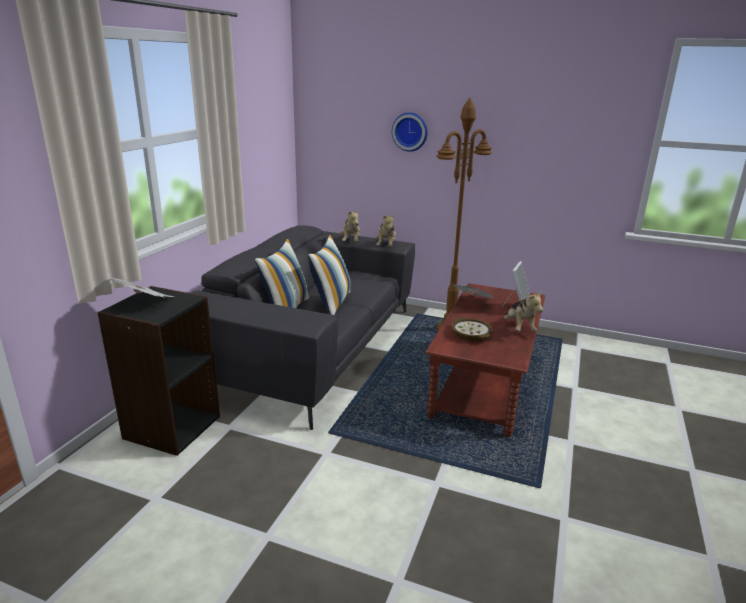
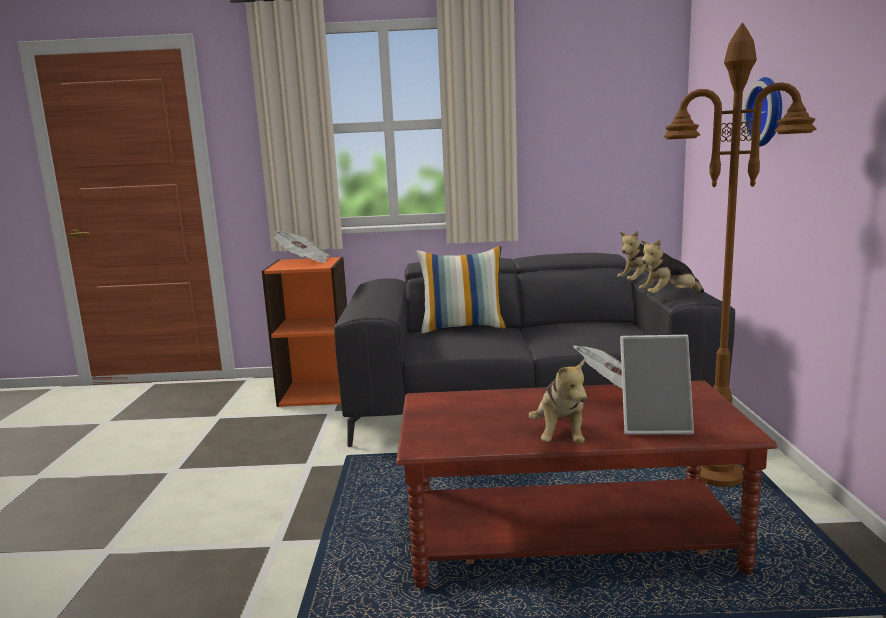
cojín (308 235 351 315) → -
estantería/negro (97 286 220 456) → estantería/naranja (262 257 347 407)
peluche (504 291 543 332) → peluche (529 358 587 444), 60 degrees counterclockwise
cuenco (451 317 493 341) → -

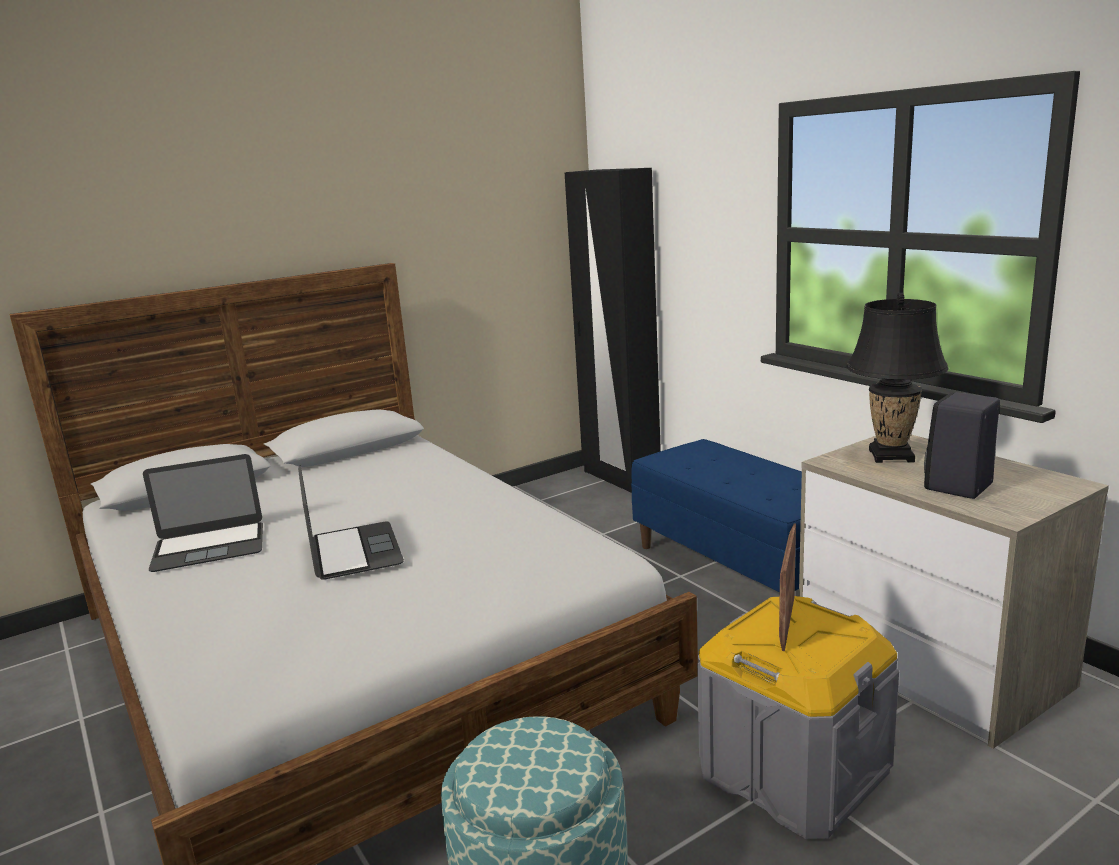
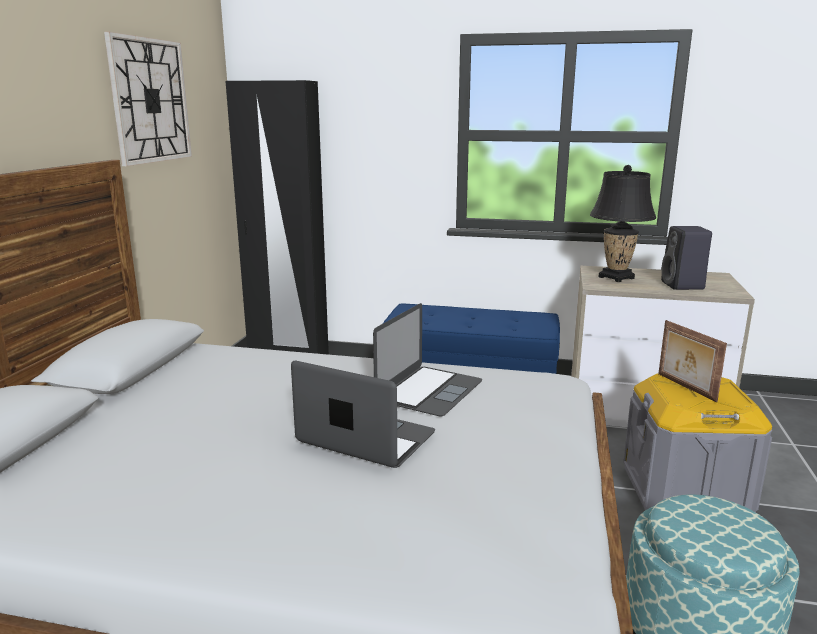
portátil (143 454 263 572) → portátil (373 303 482 417), shifted
- → reloj de pared (104 32 192 166)

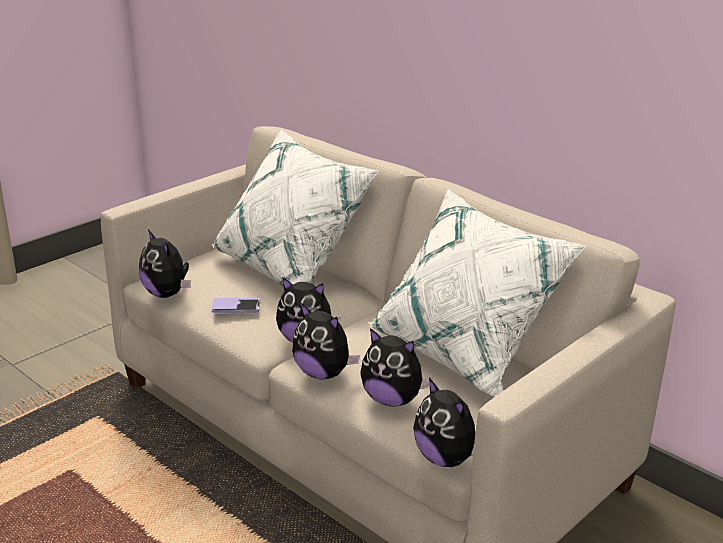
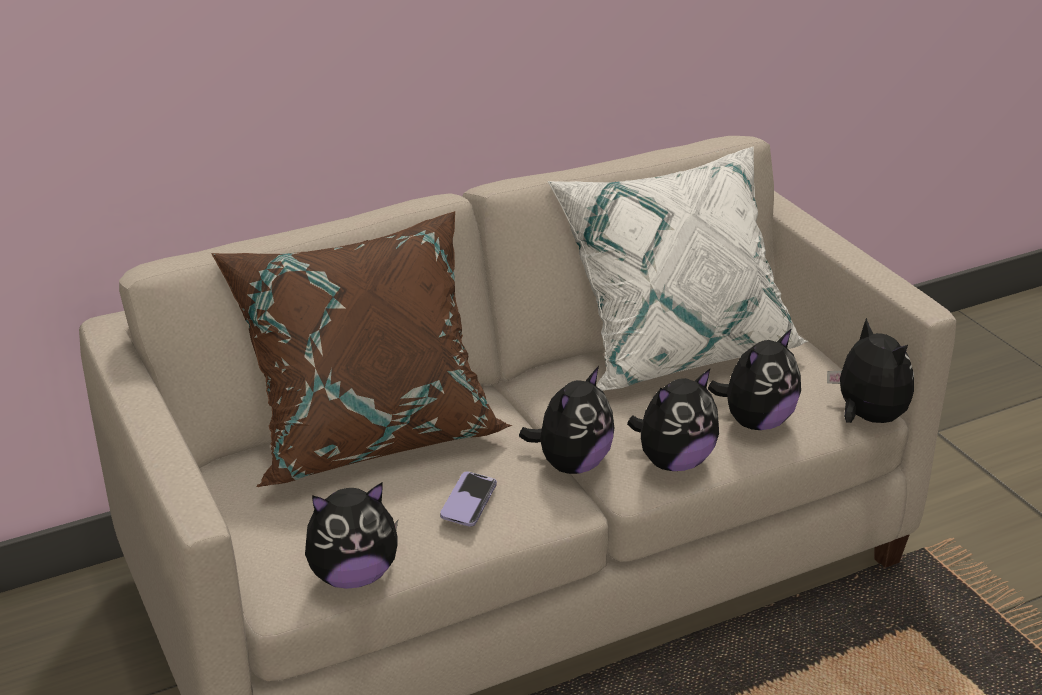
cojín/blanco (212 129 379 287) → cojín/marrón (211 211 512 487)
peluche (413 378 475 467) → peluche (827 318 914 423), 105 degrees counterclockwise

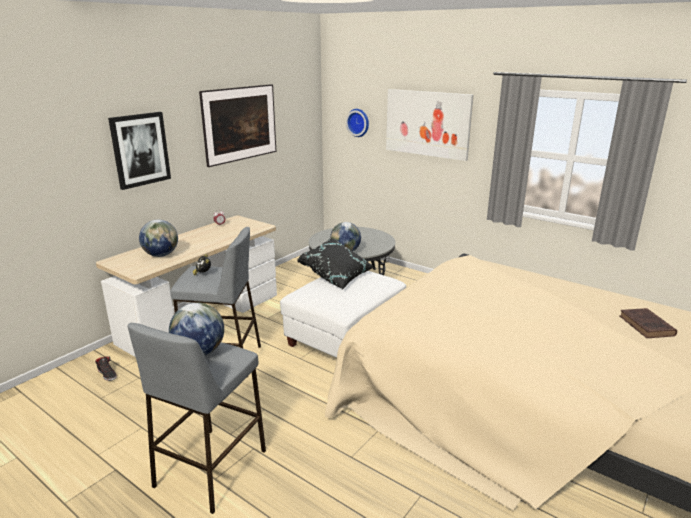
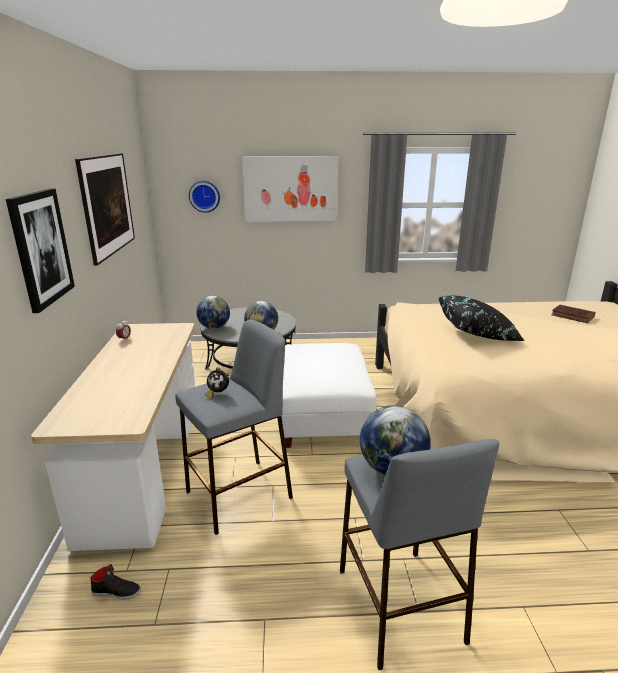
globo terráqueo (139 220 178 257) → globo terráqueo (196 296 230 329), shifted
cojín/negro (297 239 374 289) → cojín/negro (439 295 525 341), shifted

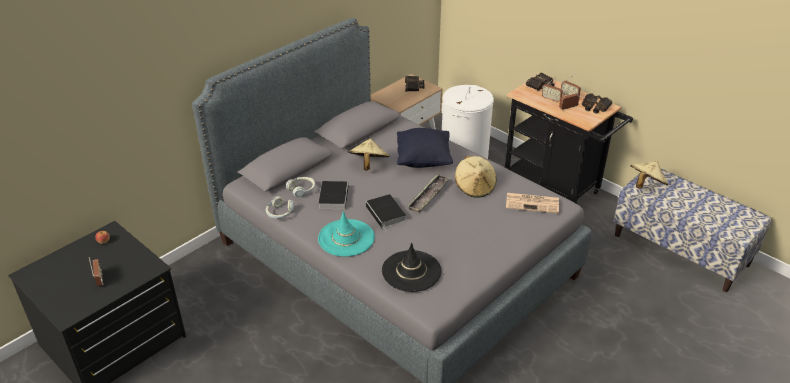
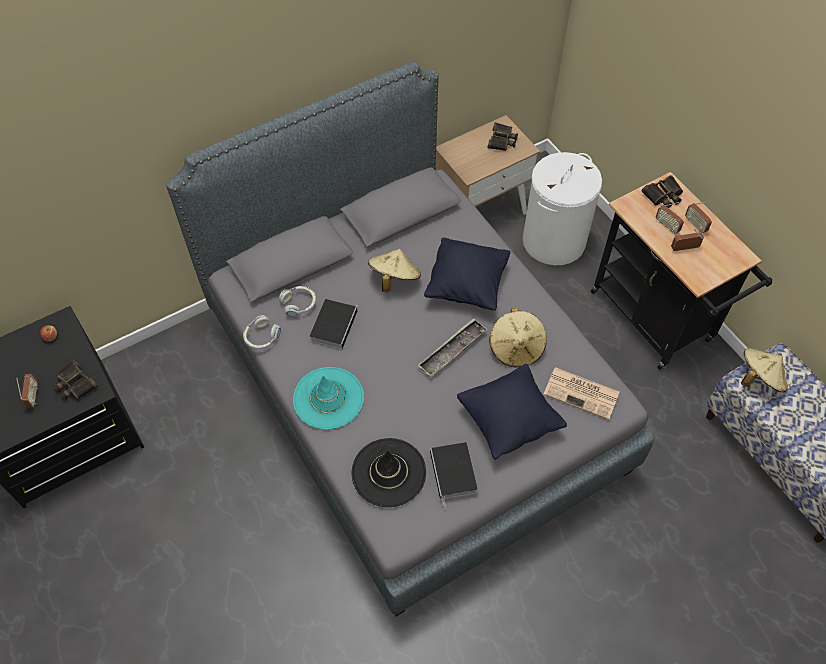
prismáticos (582 93 612 114) → prismáticos (54 360 98 400), shifted
libro (366 194 406 231) → libro (430 442 478 509), shifted
- → cojín/negro (457 364 567 460)

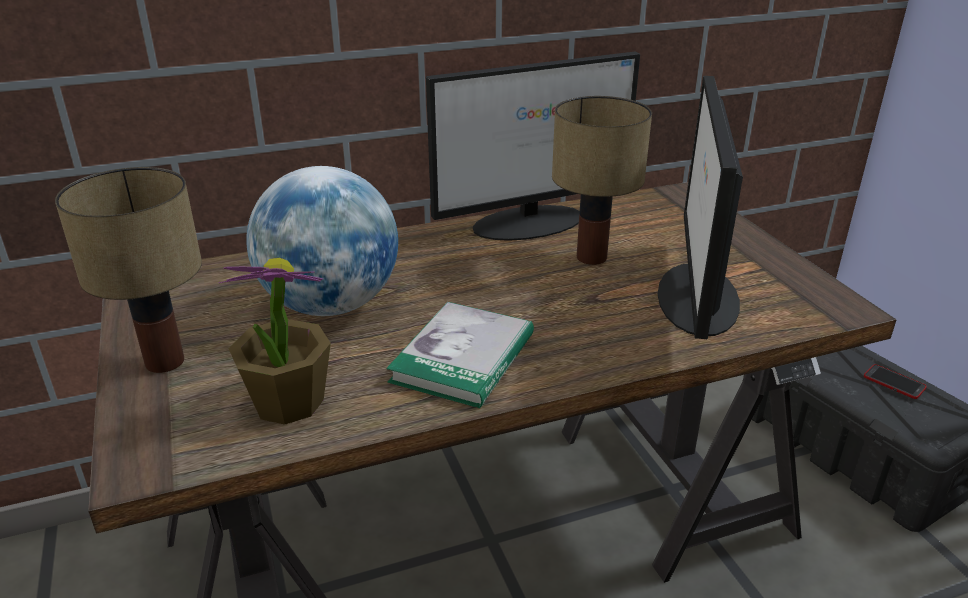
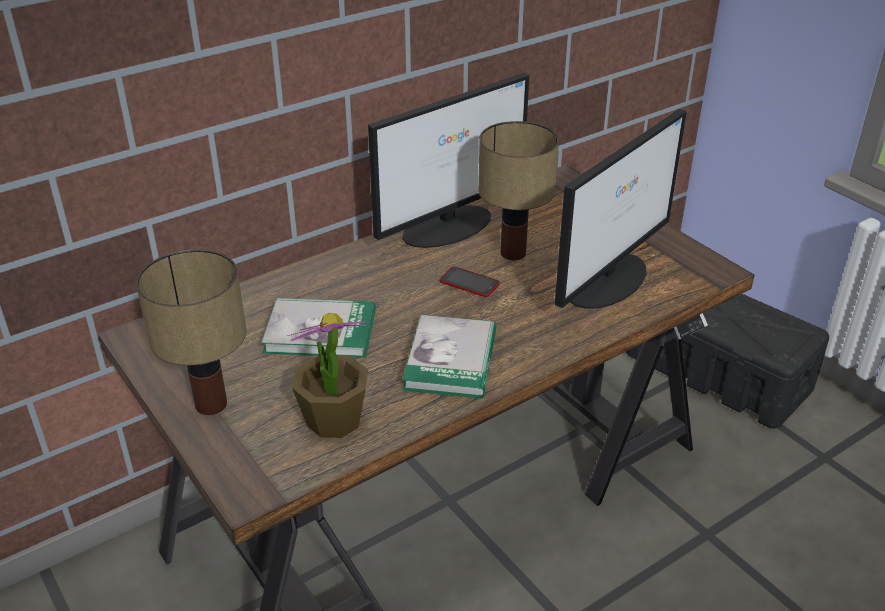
monitor (658 76 743 339) → monitor (555 109 687 309), 135 degrees counterclockwise
globo terráqueo (246 166 398 316) → libro (261 298 375 358)
móvil (864 364 927 399) → móvil (440 266 500 297), shifted

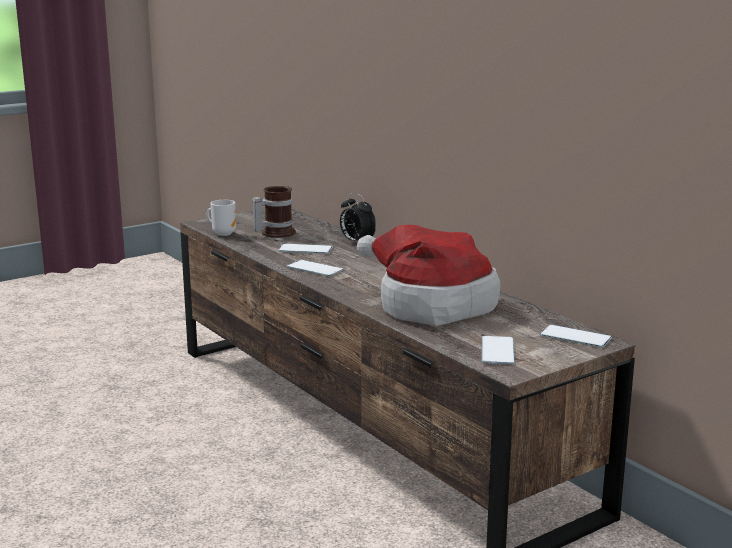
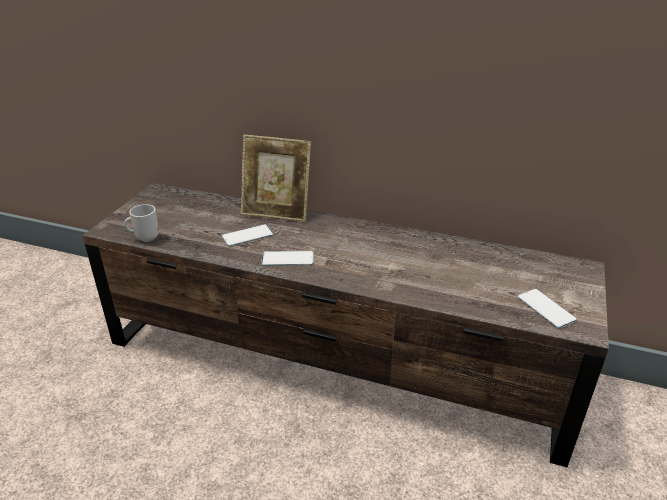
taza grande (252 186 296 238) → -
despertador (340 193 376 241) → portarretratos (241 134 311 222)
sombrero (357 225 500 326) → -
móvil (540 325 612 347) → -

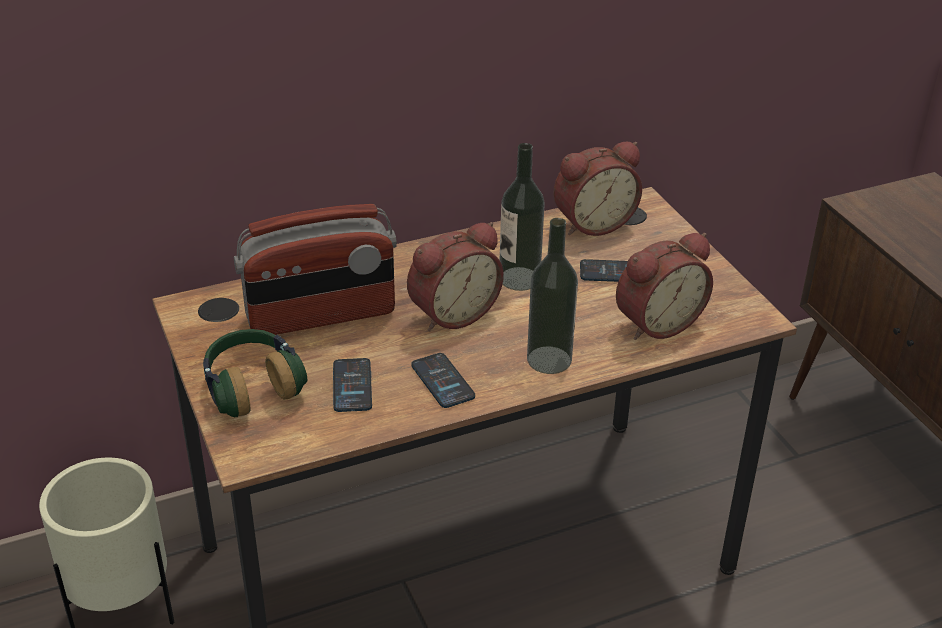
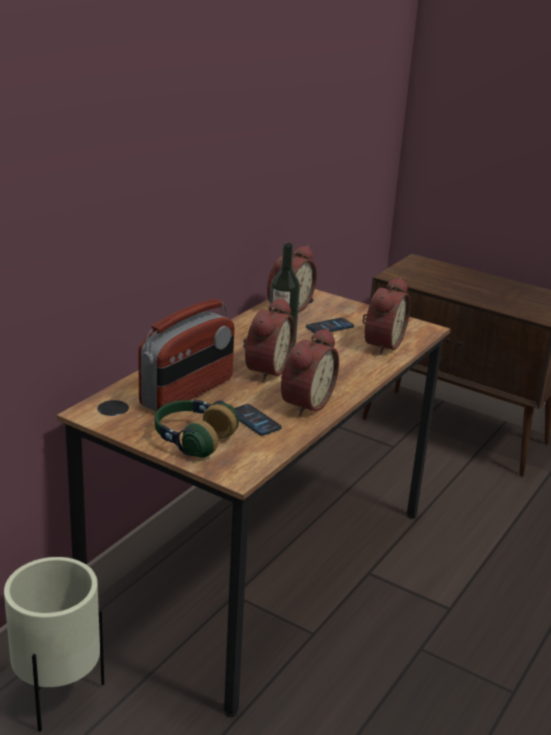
botella (527 218 578 374) → -
móvil (411 353 475 408) → despertador (281 328 339 417)

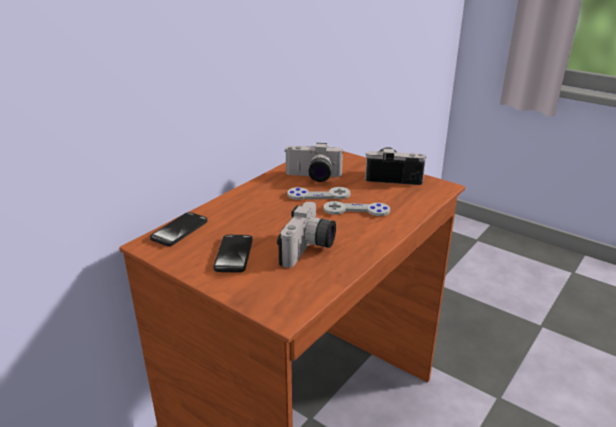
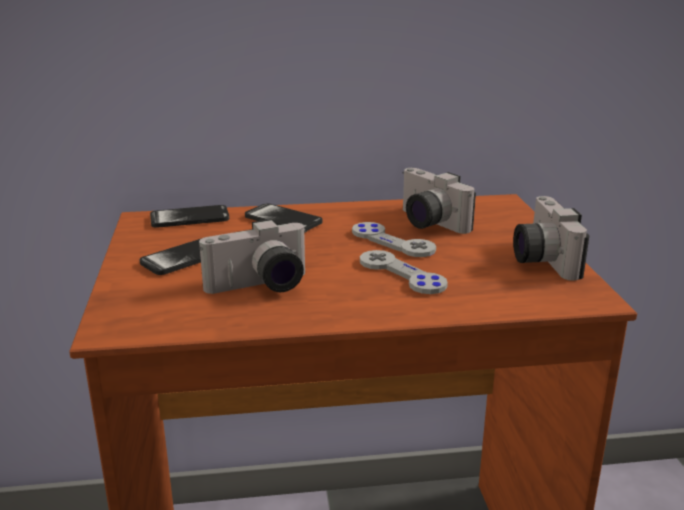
cámara (365 147 426 185) → cámara (513 196 589 281), 150 degrees counterclockwise
- → móvil (245 204 322 232)

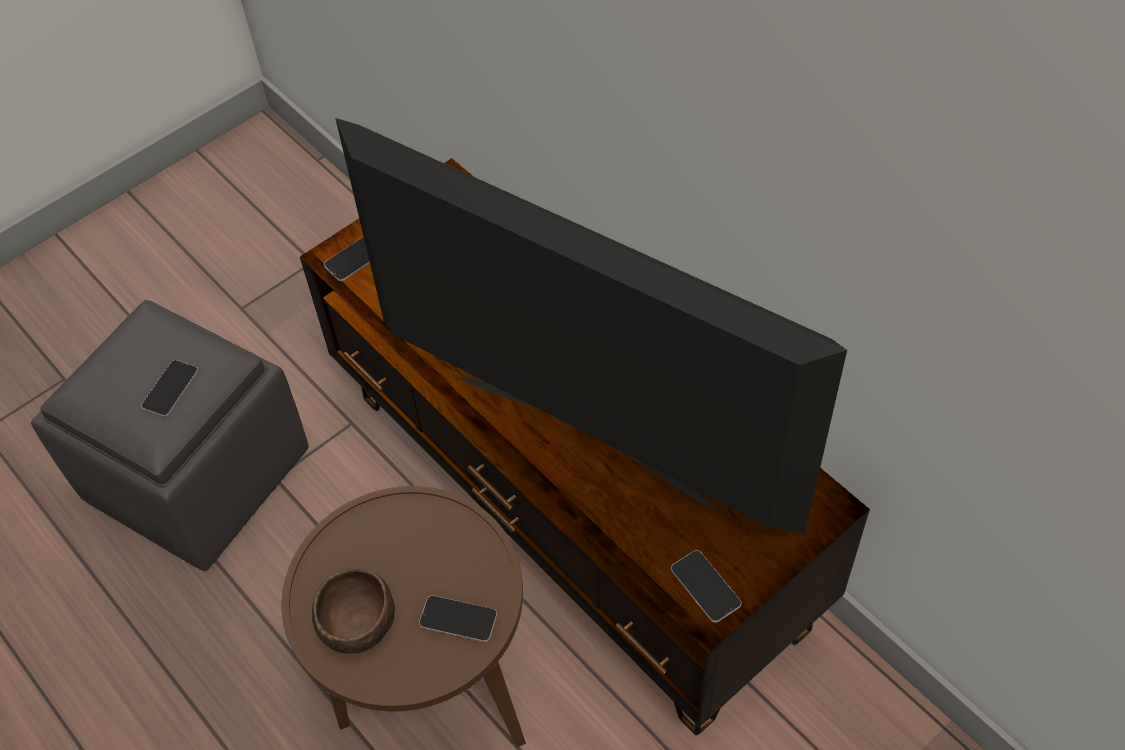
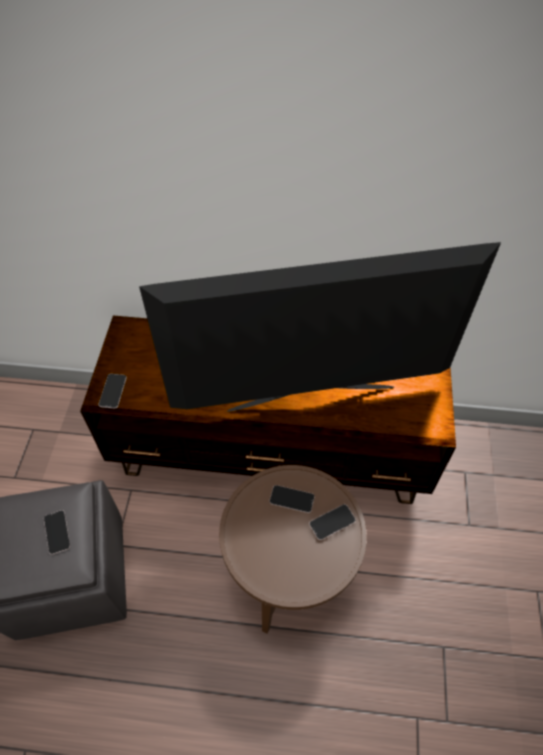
móvil (671 550 741 623) → móvil (270 485 315 513), shifted
cuenco/marrón (312 569 395 653) → -

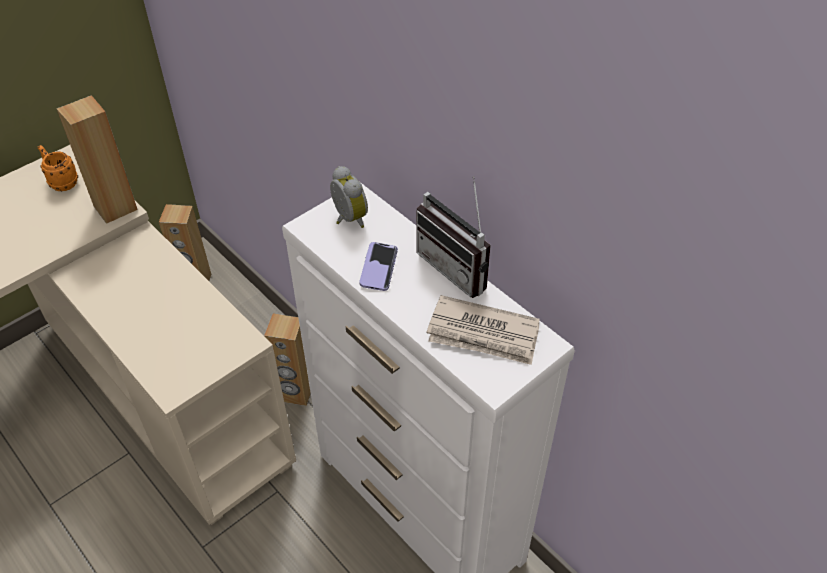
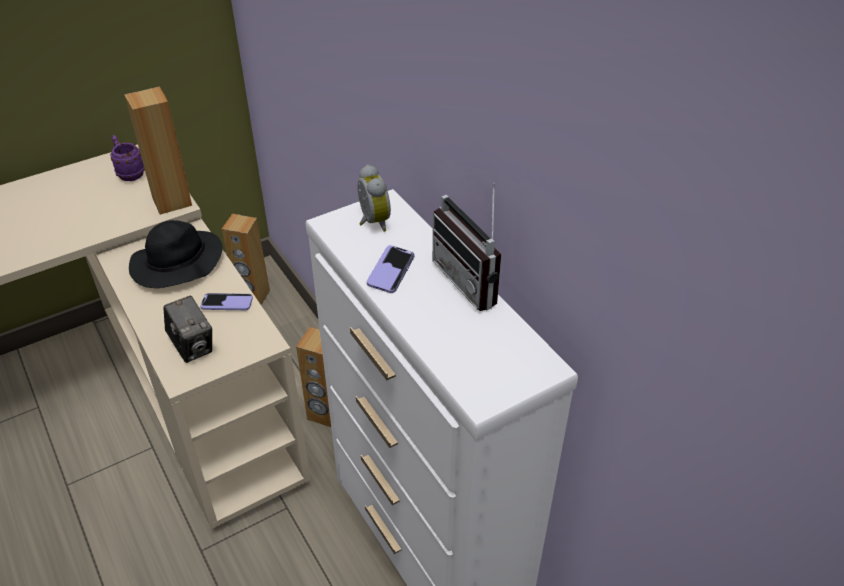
taza grande/naranja (38 145 78 191) → taza grande/morado (110 135 145 181)
periódico (427 295 540 365) → -
- → sombrero/negro (129 220 223 288)
- → móvil (200 293 253 310)
- → cámara (164 296 212 363)

